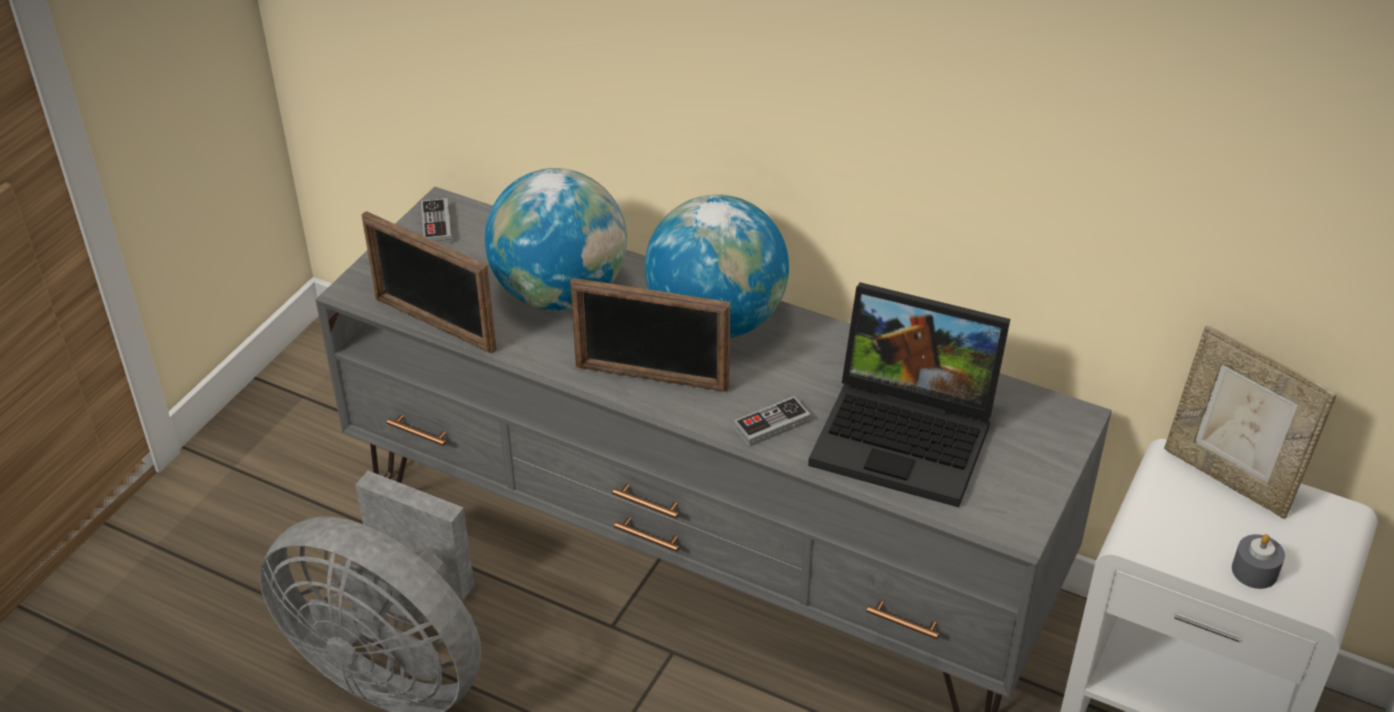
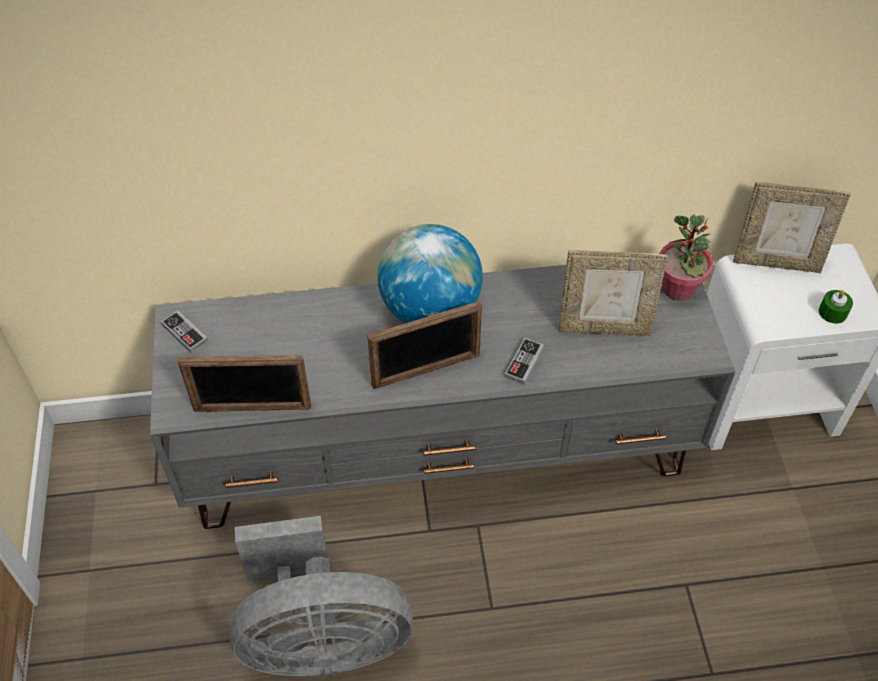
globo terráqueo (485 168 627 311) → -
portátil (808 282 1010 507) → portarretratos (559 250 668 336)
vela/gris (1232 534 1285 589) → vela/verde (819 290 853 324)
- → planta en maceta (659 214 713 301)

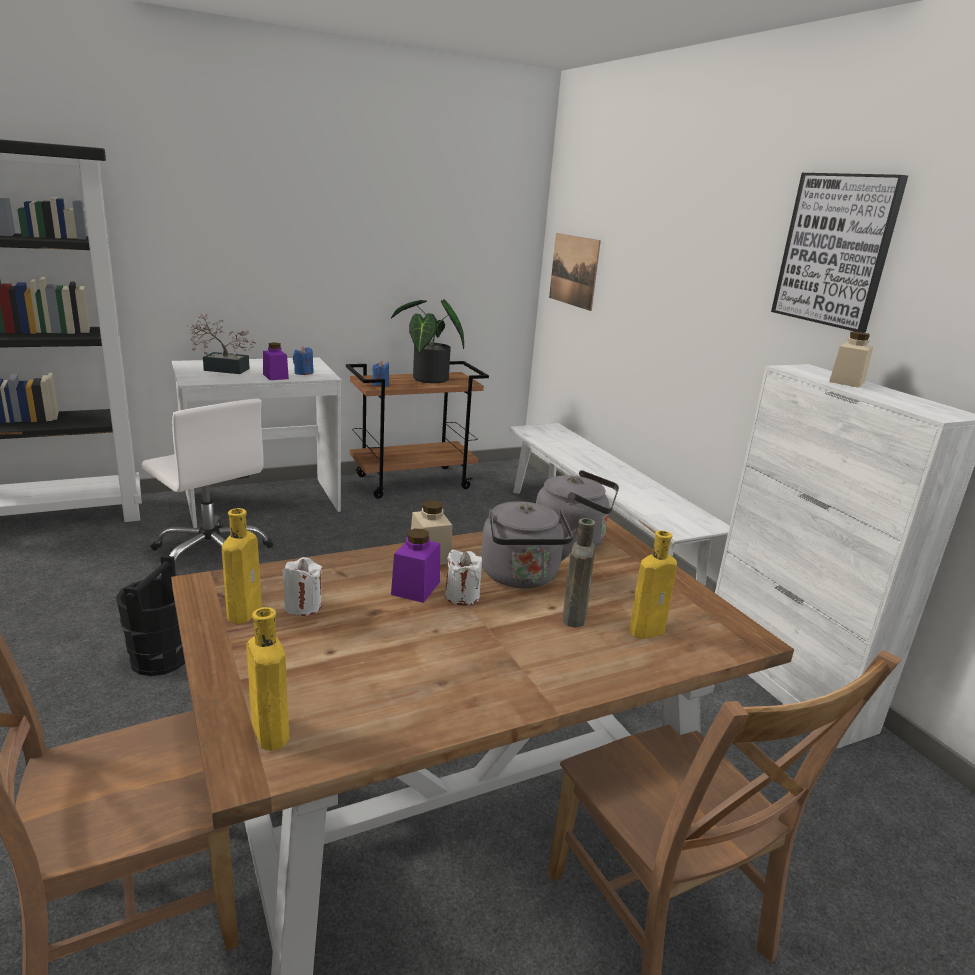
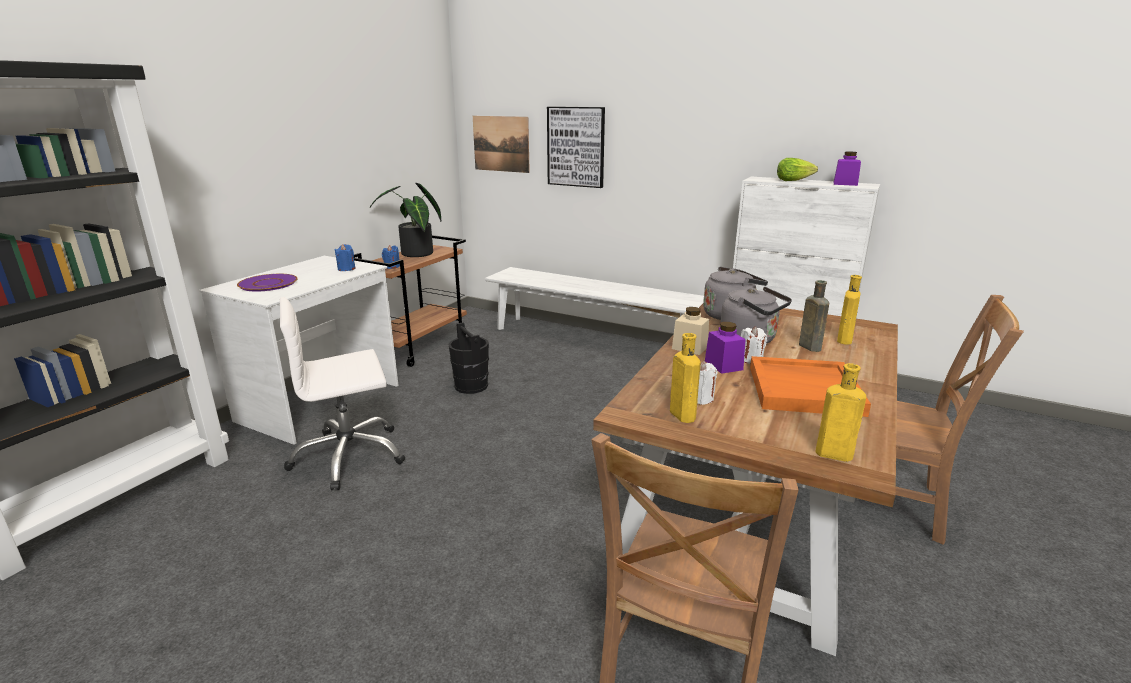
cuadro (771 173 908 332) → cuadro (547 107 605 188), shifted
planta en maceta (187 314 256 374) → plato/morado (237 274 298 291)
tarro/beis (829 331 873 388) → lechuga (777 158 818 181)
tarro/morado (263 343 289 380) → tarro/morado (833 152 861 186), shifted
silla de oficina/blanco (142 399 274 578) → silla de oficina/blanco (280 297 405 490), 150 degrees clockwise
cubo/negro (116 555 185 676) → cubo/negro (448 322 489 394), shifted
- → bandeja/naranja (750 356 871 417)

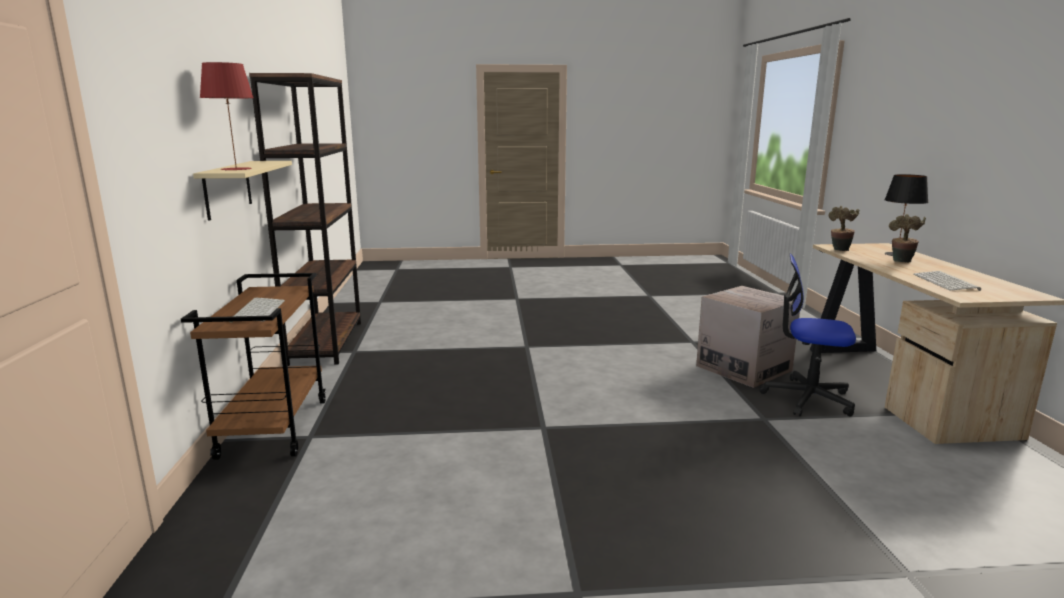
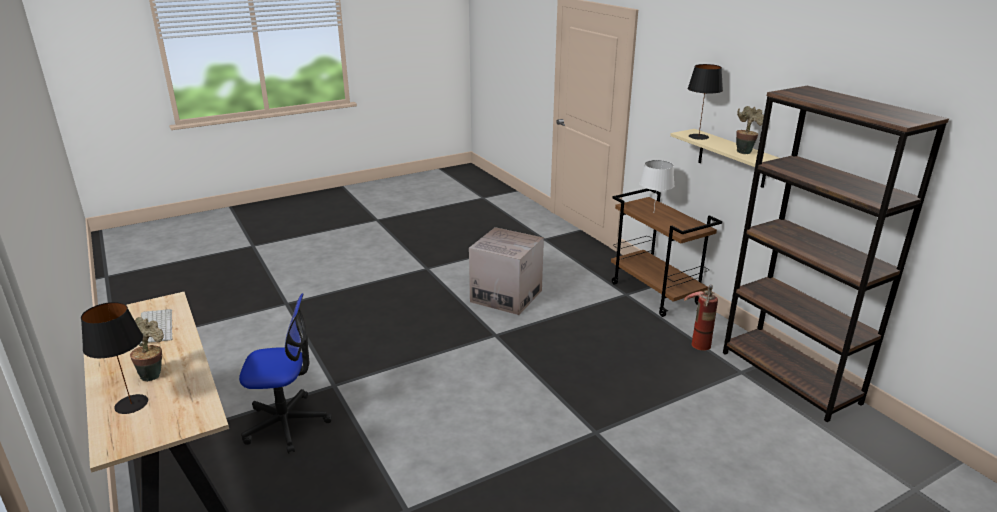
lámpara de mesa/rojo (200 62 254 171) → lámpara de mesa/negro (687 64 723 140)
planta en maceta (828 206 860 251) → planta en maceta (736 106 764 154), shifted
caja de cartón (696 286 800 388) → caja de cartón (469 227 544 315), shifted
teclado (229 298 285 322) → lámpara de mesa/blanco (640 160 674 209)
- → extintor (684 285 718 351)

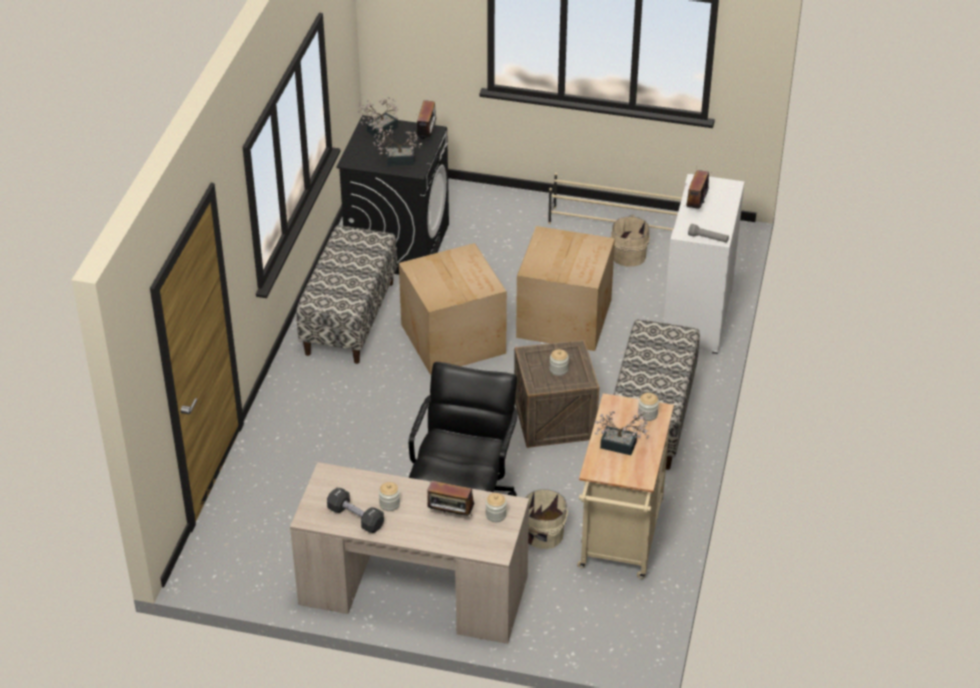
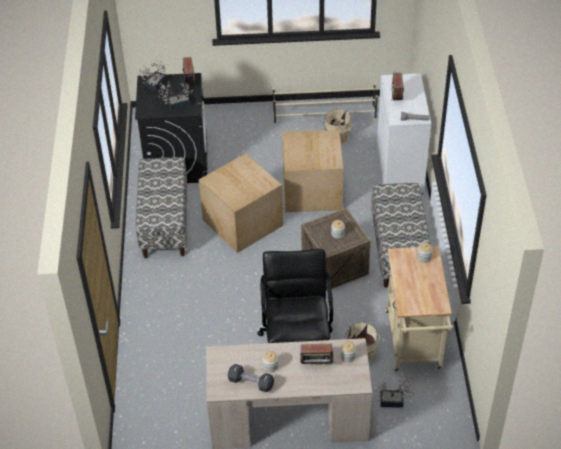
planta en maceta (595 410 650 455) → planta en maceta (374 376 414 408), shifted

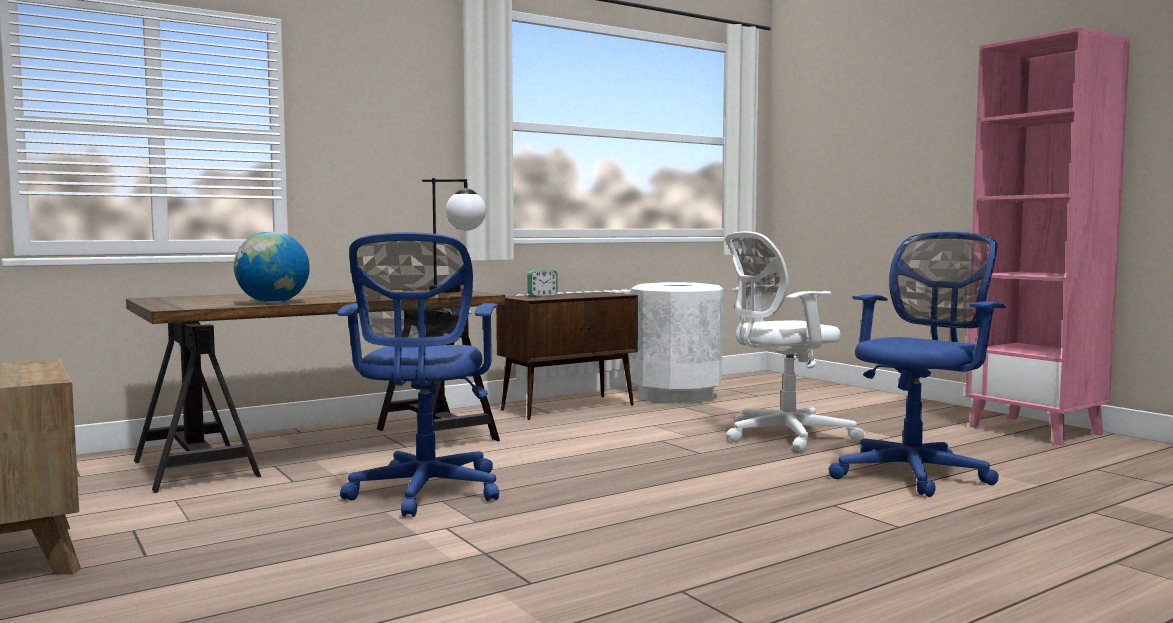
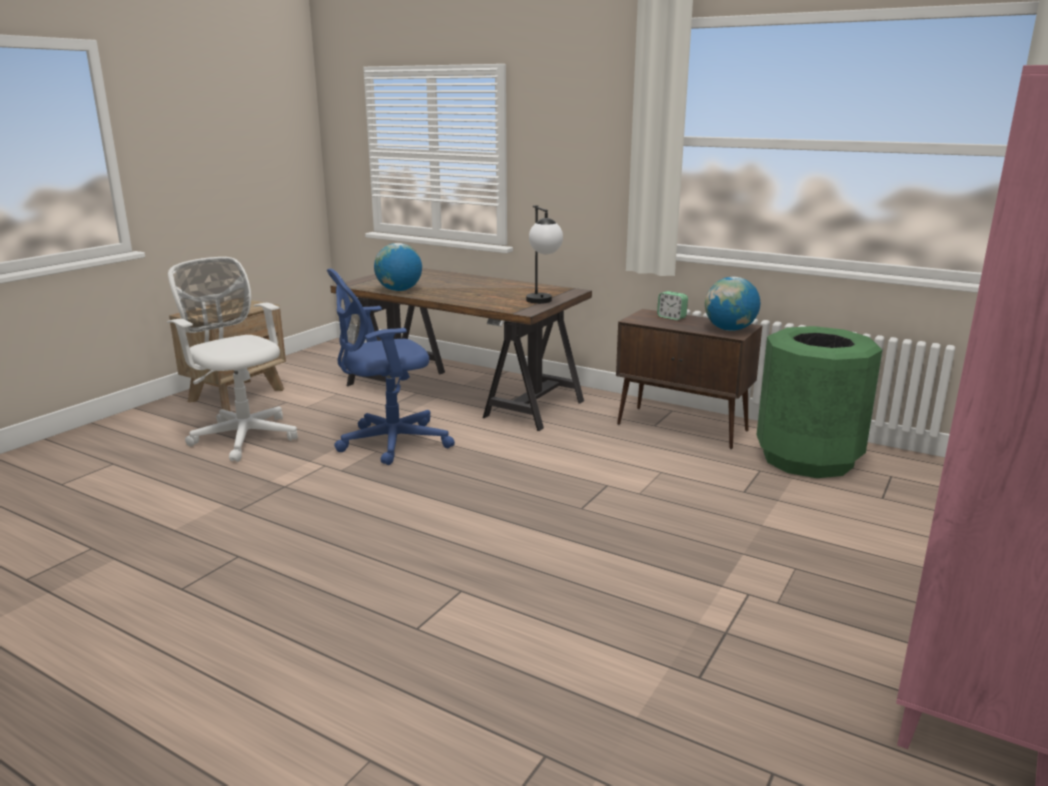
silla de oficina/blanco (725 231 865 452) → silla de oficina/blanco (167 257 298 462), shifted
silla de oficina/azul (829 232 1006 497) → -
papelera/blanco (630 282 723 403) → papelera/verde (757 326 882 478)
- → globo terráqueo (705 277 760 331)

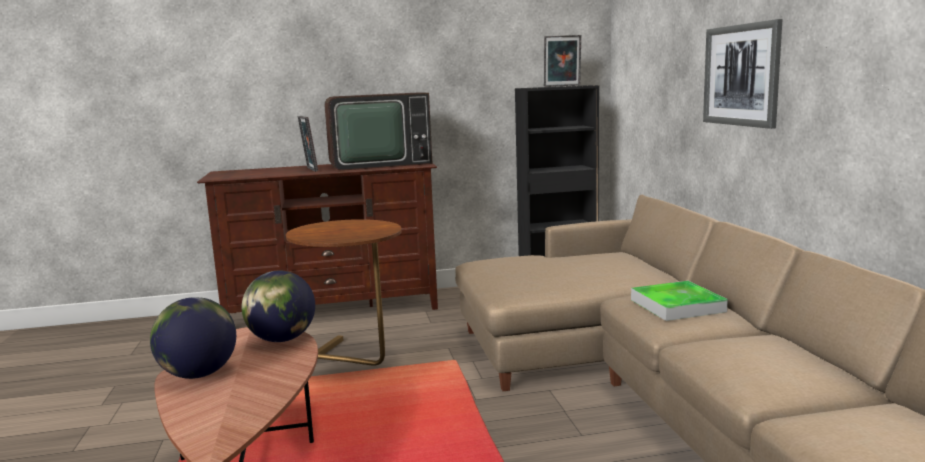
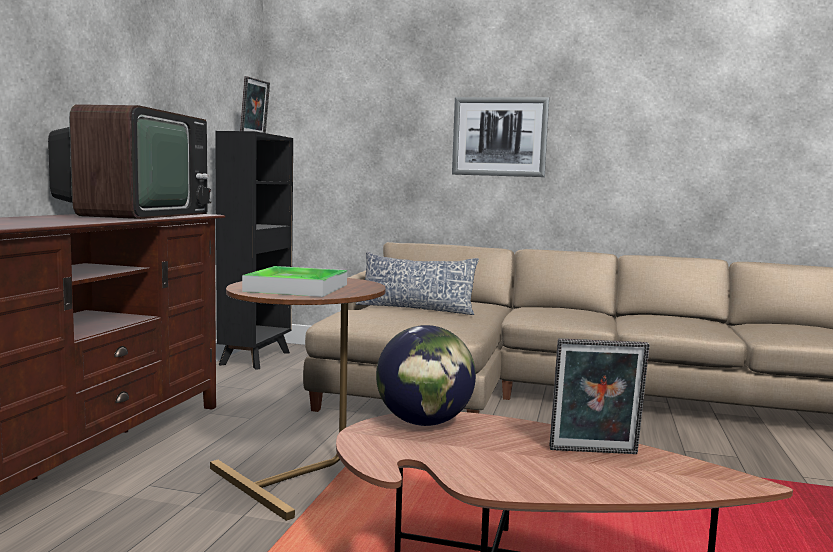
portarretratos (298 116 318 172) → portarretratos (549 339 650 454), shifted
bandeja (631 281 728 321) → bandeja (242 266 347 297), shifted
globo terráqueo (150 297 236 379) → -
- → cojín (356 252 479 315)

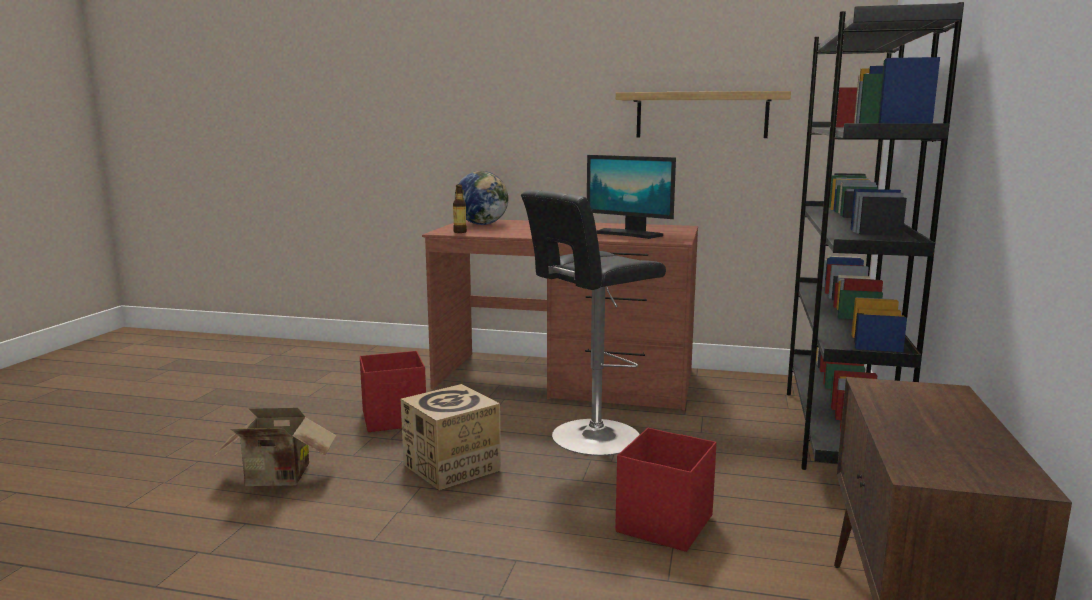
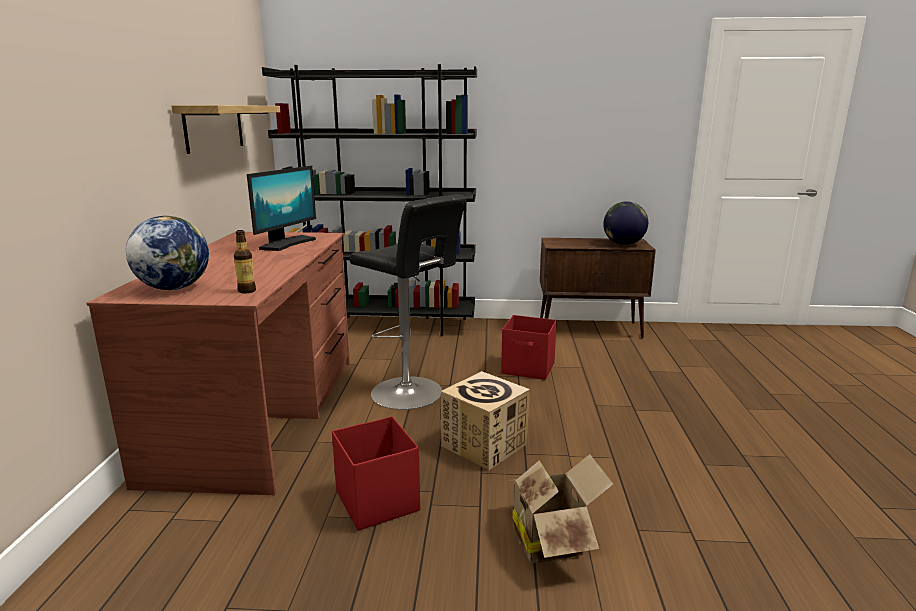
- → globo terráqueo (603 201 648 245)

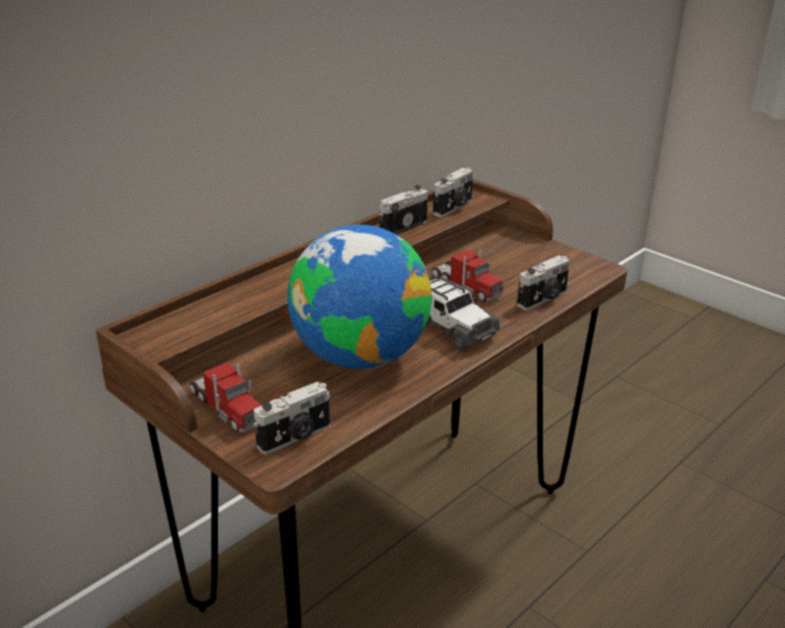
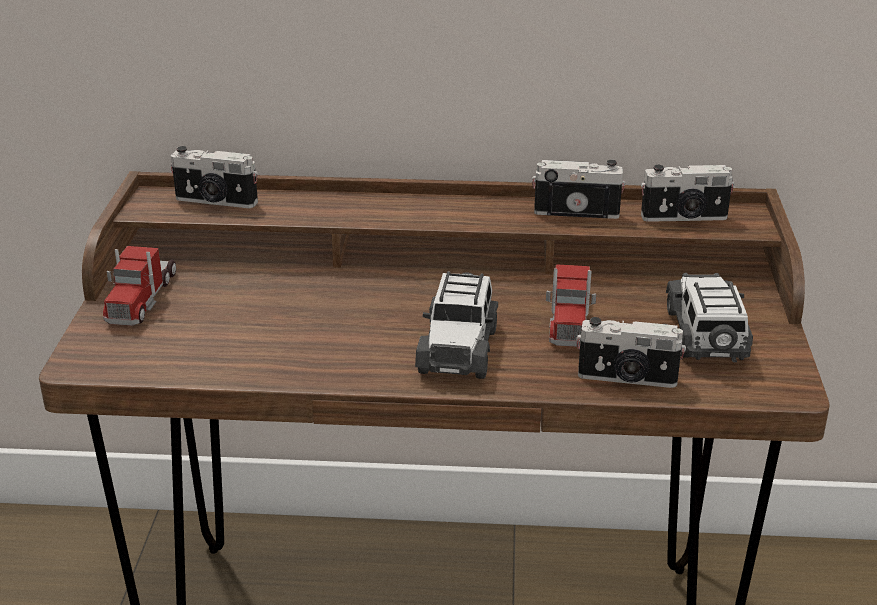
globo terráqueo (287 225 432 369) → -
cámara (253 382 331 454) → cámara (170 146 258 208), shifted
- → coche de juguete (666 273 753 363)

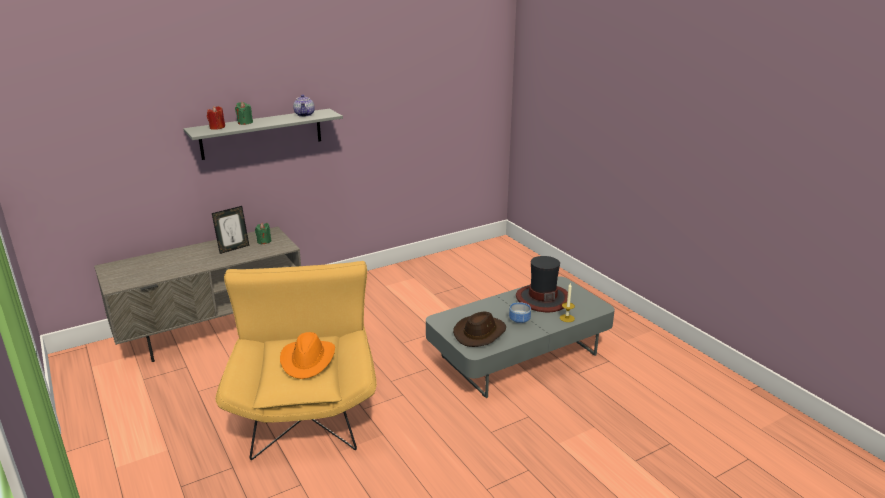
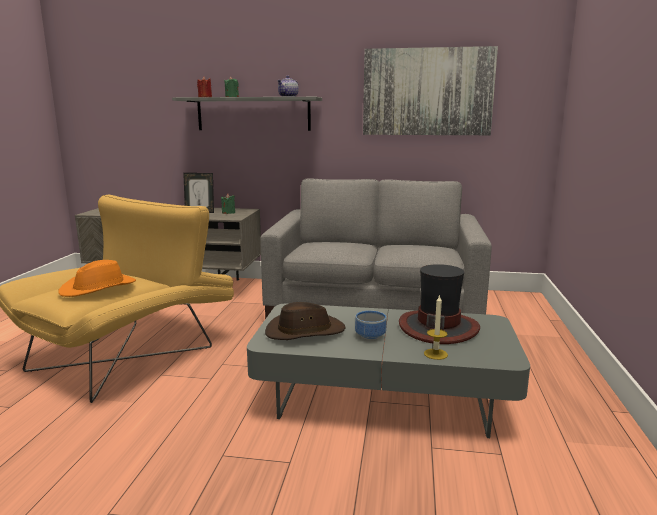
- → cuadro (363 46 498 135)
- → sofá/gris (260 179 492 319)

